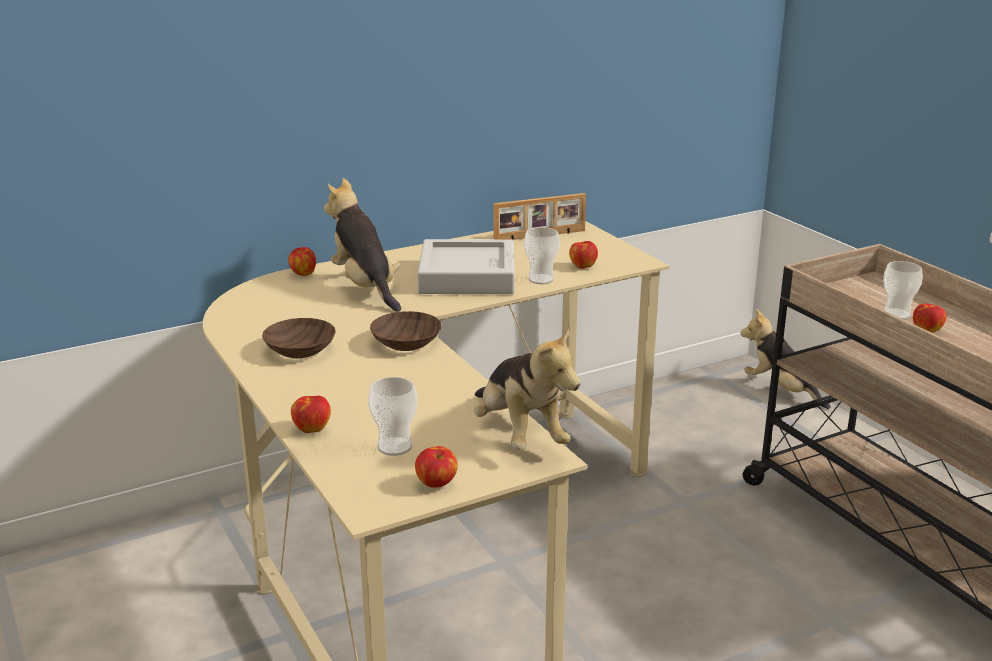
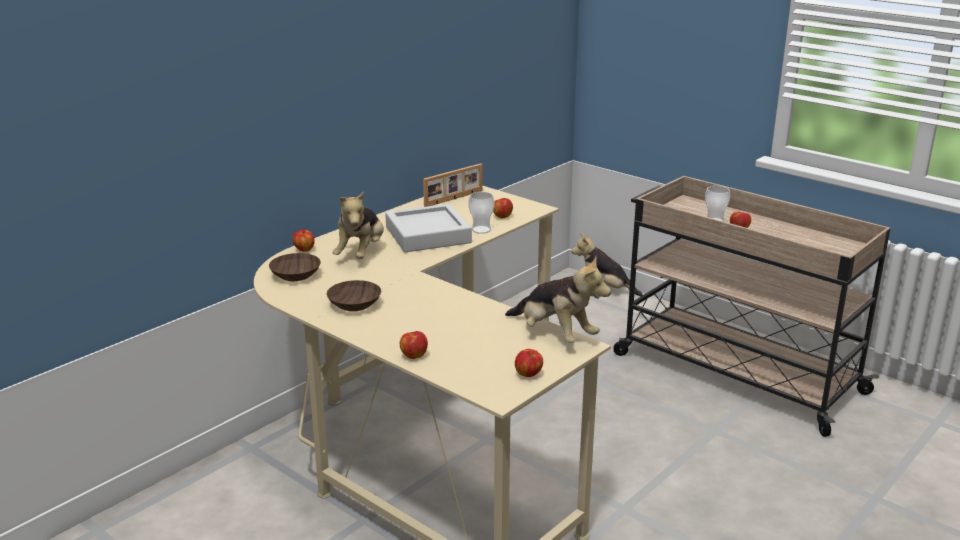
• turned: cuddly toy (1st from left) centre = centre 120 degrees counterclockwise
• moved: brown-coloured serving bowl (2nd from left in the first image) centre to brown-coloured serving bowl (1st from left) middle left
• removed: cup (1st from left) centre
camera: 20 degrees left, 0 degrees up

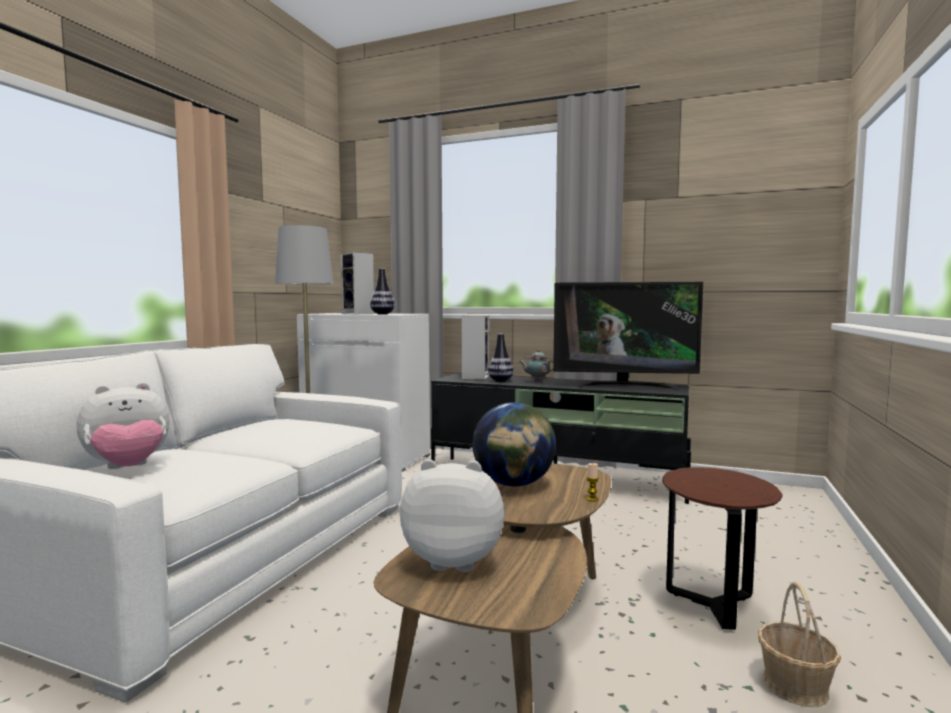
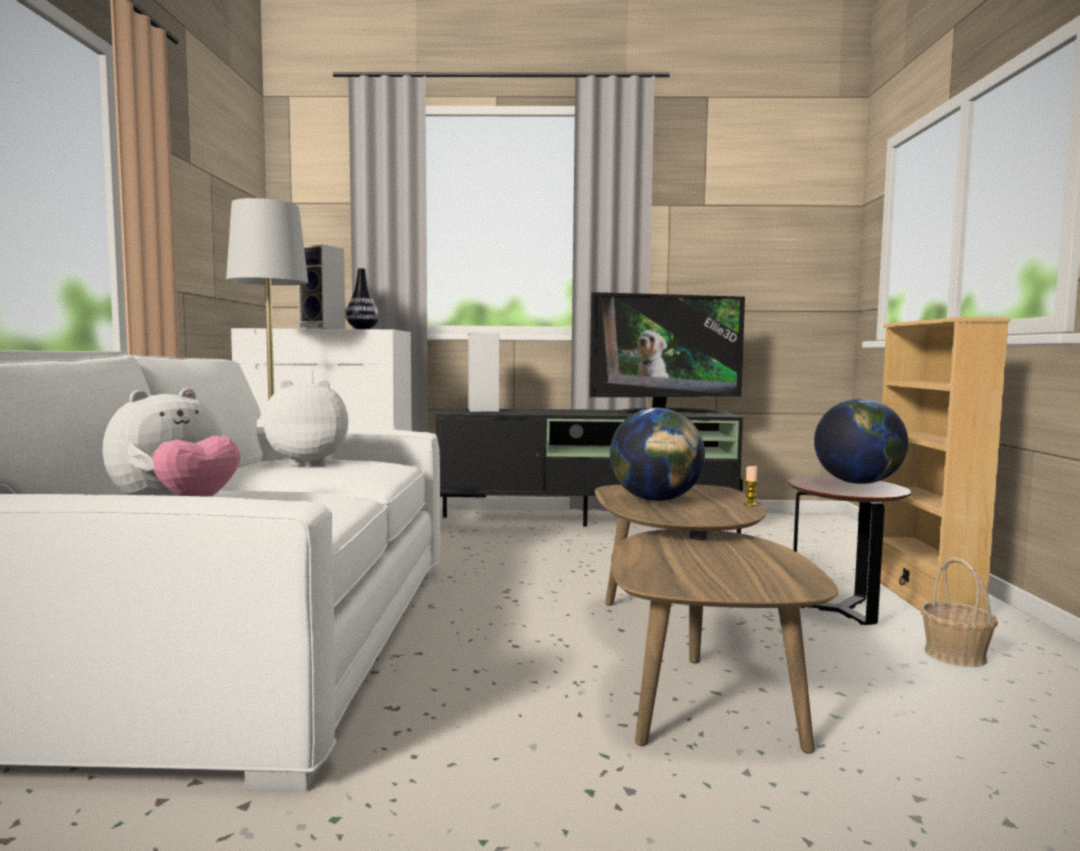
• removed: vase (2nd from left) centre
• removed: teapot centre
• moved: cuddly toy (2nd from left) bottom centre to middle left
• added: beige-coloured bookshelf middle right
• added: globe (2nd from left) middle right
camera: 20 degrees left, 0 degrees up

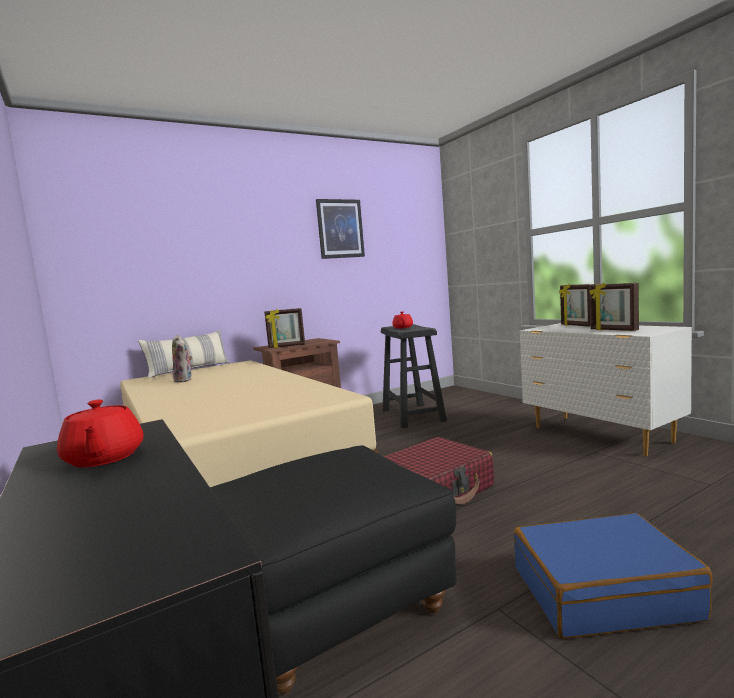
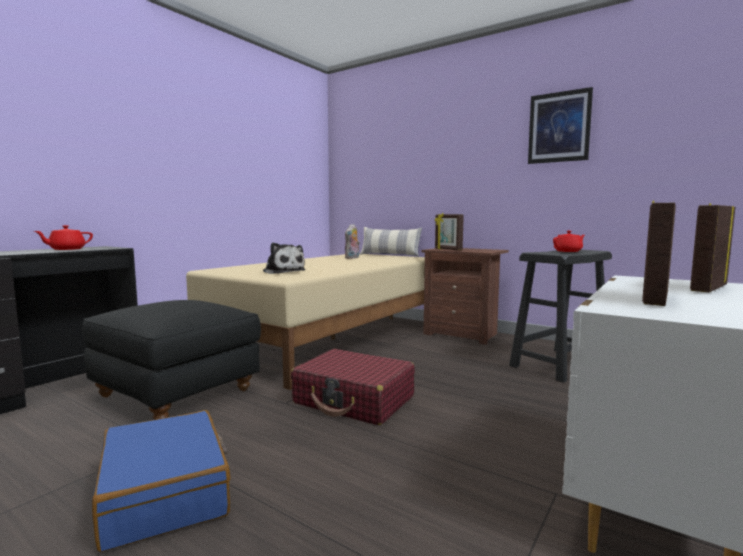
• added: cuddly toy (1st from left) centre
camera: 65 degrees right, 0 degrees up

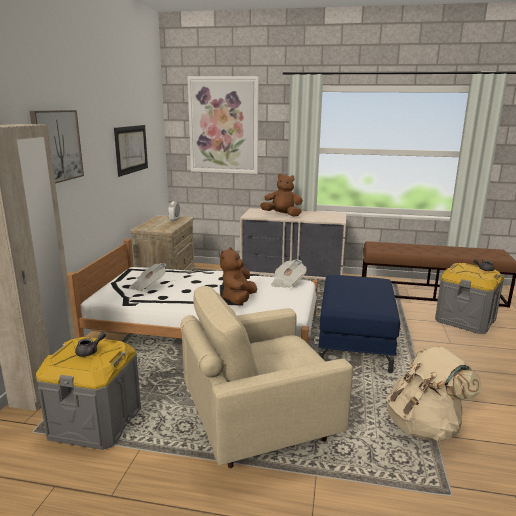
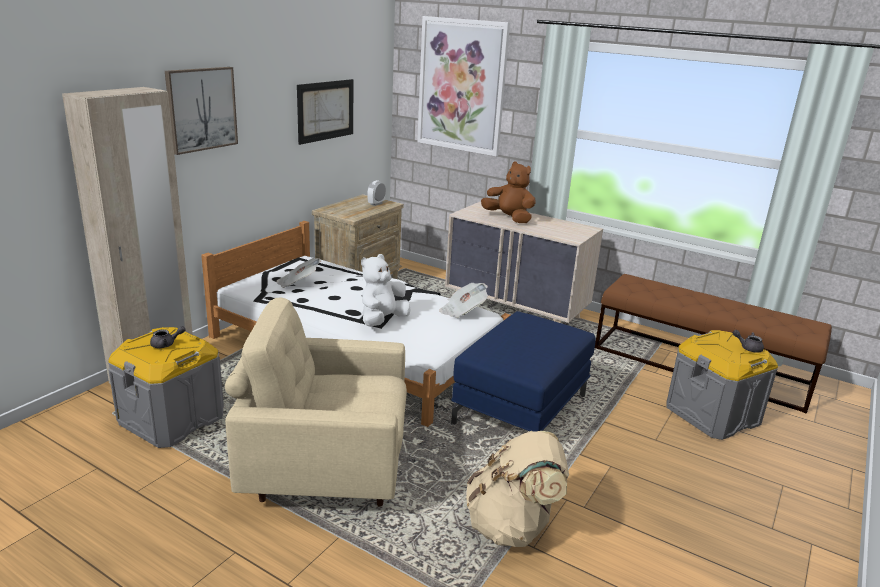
• recoloured: brown-coloured cuddly toy (1st from left) centre to white cuddly toy centre
camera: 20 degrees right, 5 degrees up

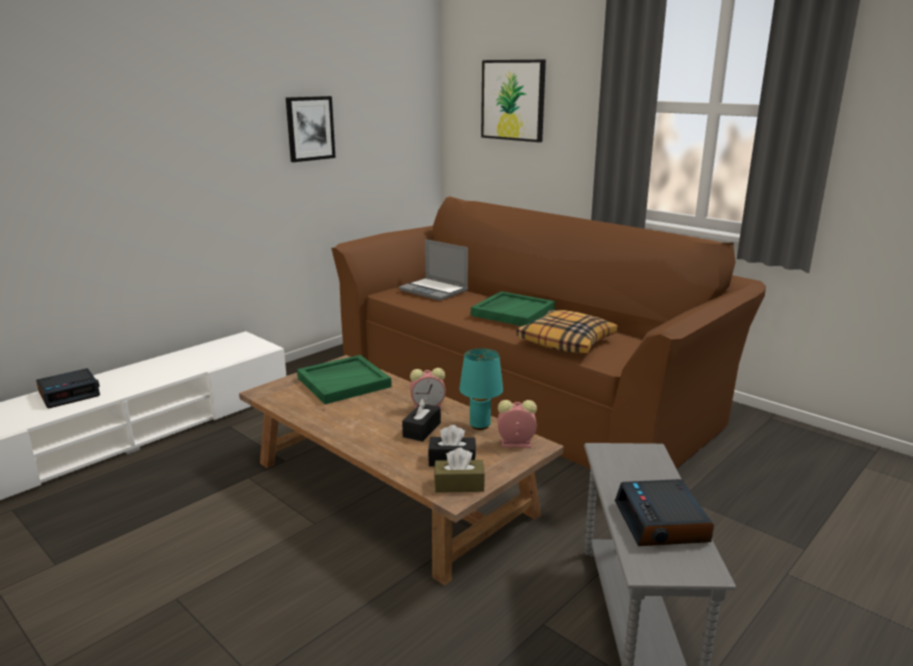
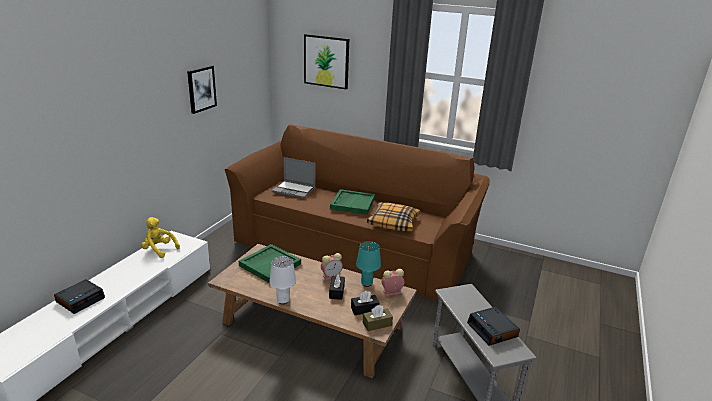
• added: yellowish cuddly toy middle left
• added: white lamp for a table bottom centre
camera: 20 degrees left, 5 degrees up

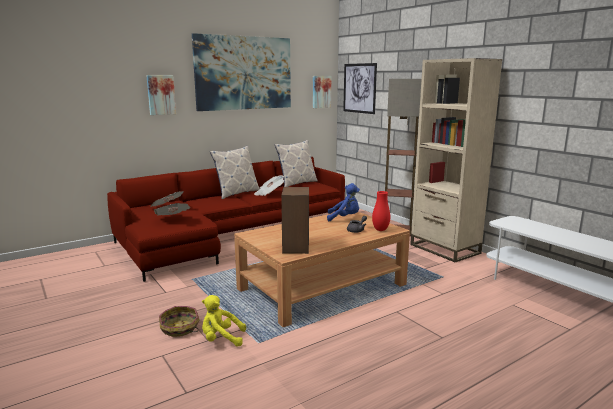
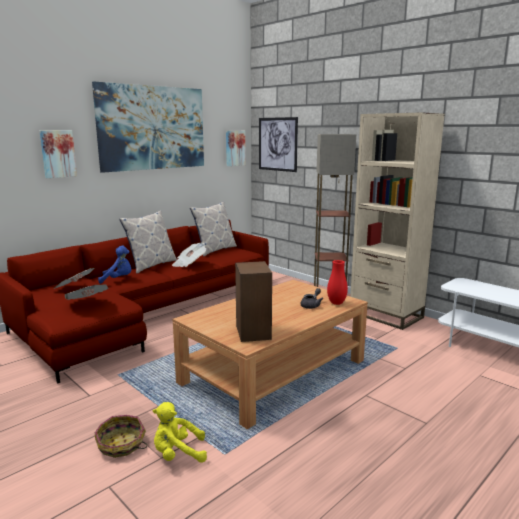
• moved: bluish cuddly toy centre to middle left
camera: 10 degrees left, 0 degrees up

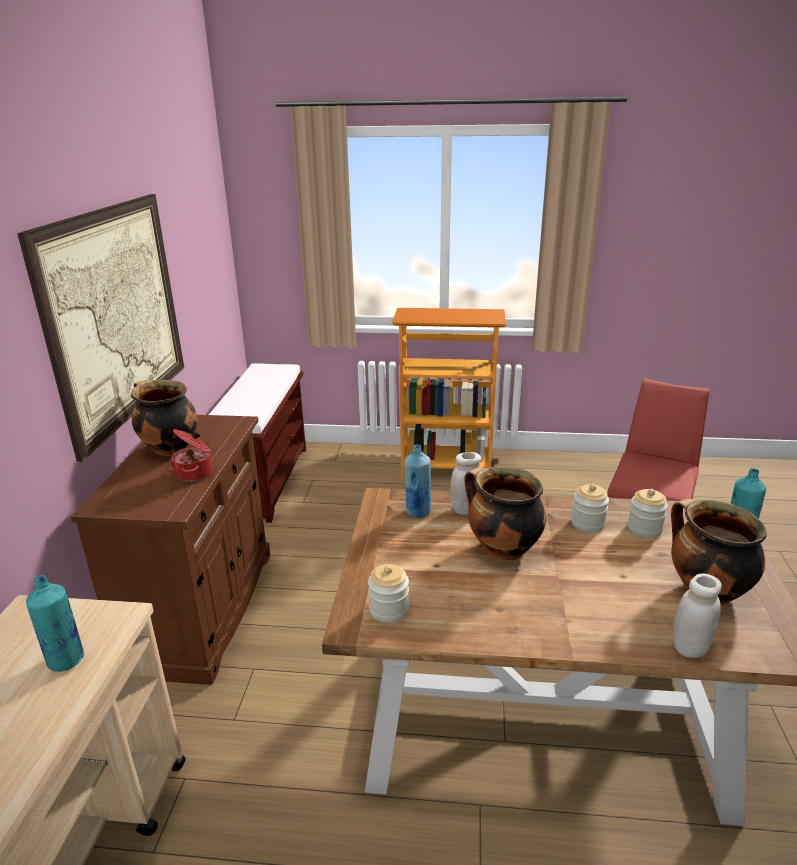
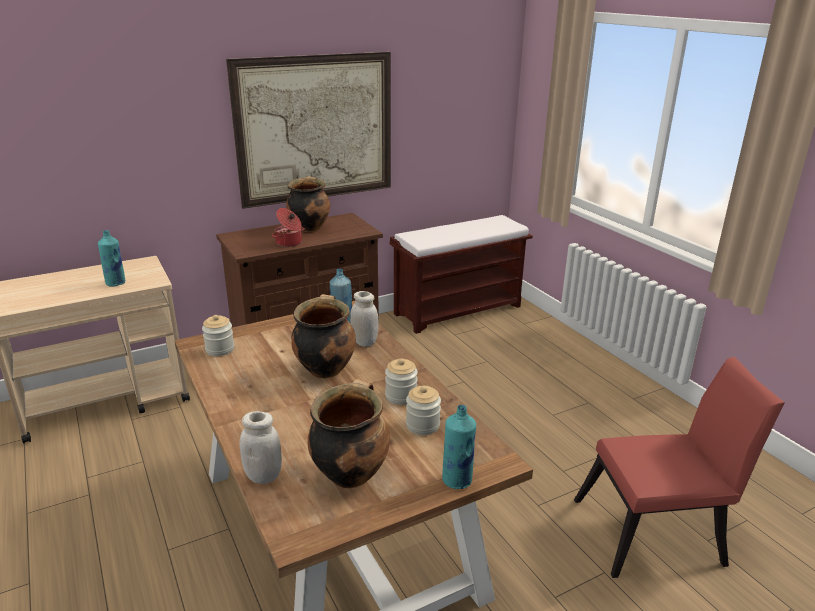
• removed: bookshelf centre
camera: 55 degrees right, 0 degrees up

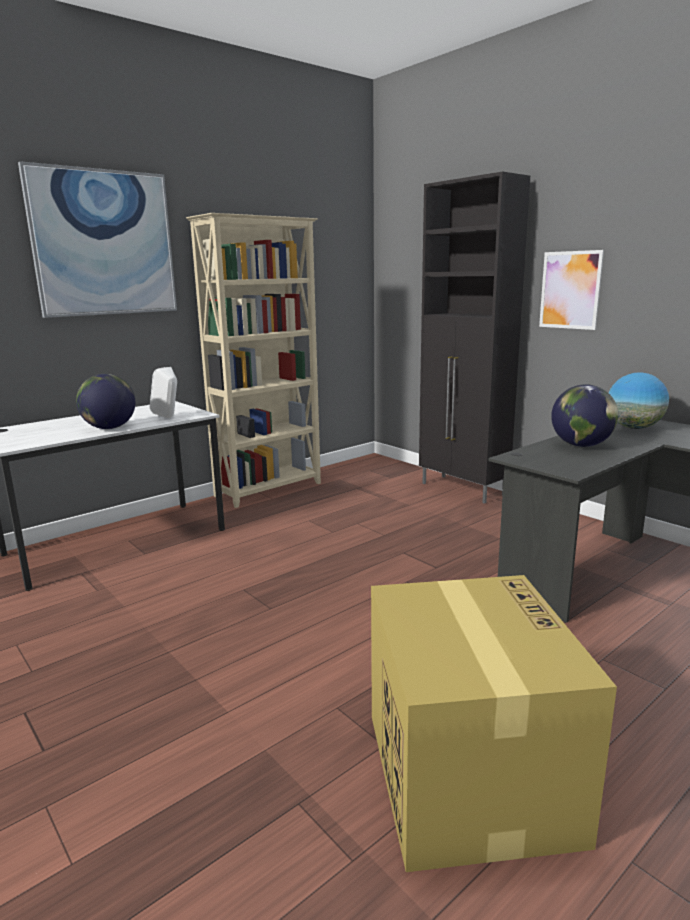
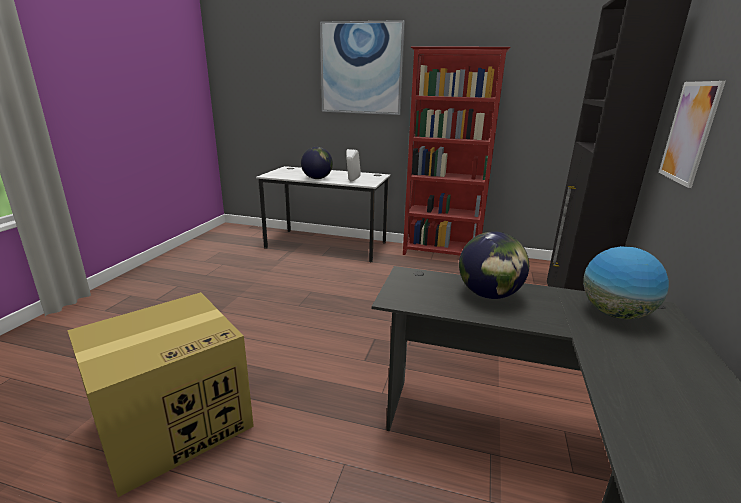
• recoloured: beige-coloured bookshelf centre to red-coloured bookshelf top centre
camera: 55 degrees right, 5 degrees up

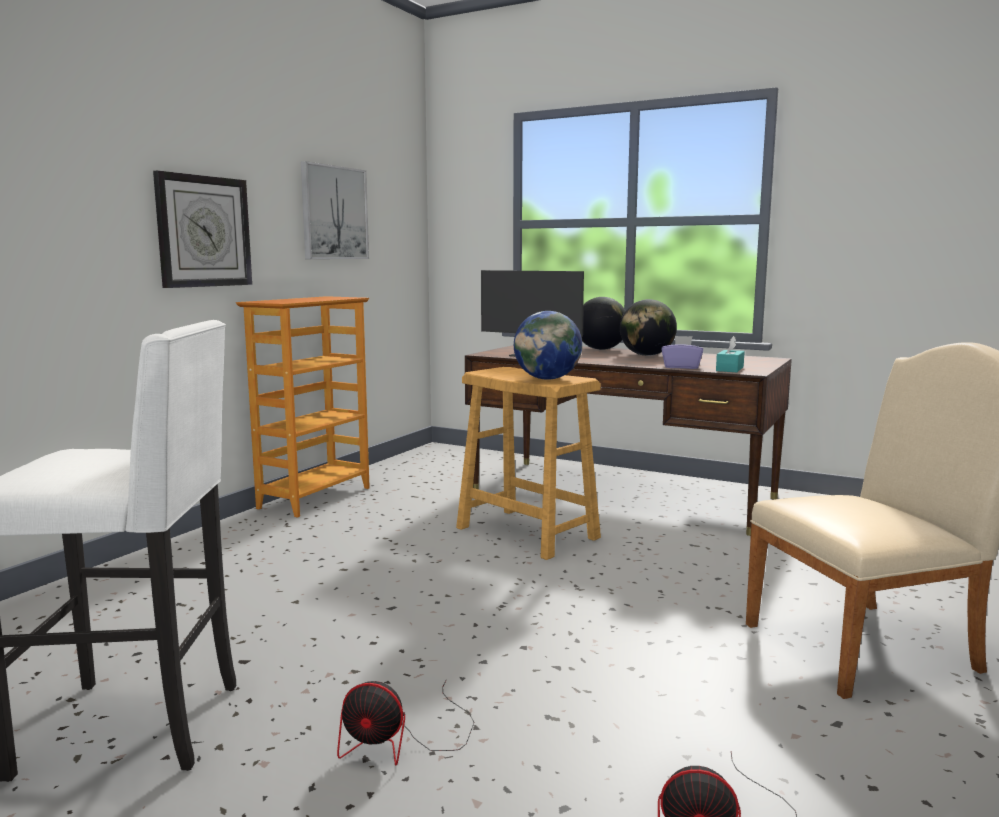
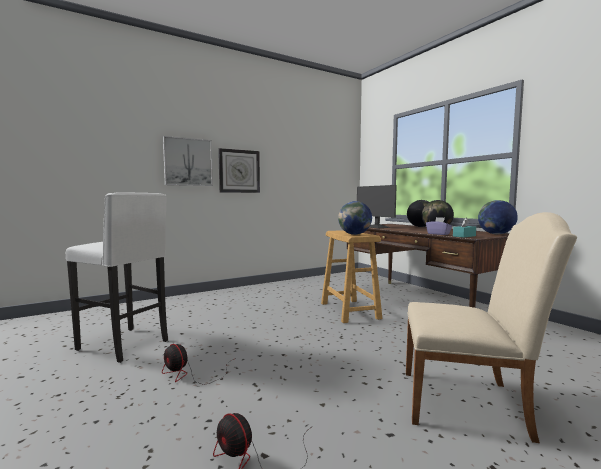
• moved: picture top centre to middle left
• removed: bookshelf middle left
• added: globe (4th from left) middle right
camera: 30 degrees right, 5 degrees down

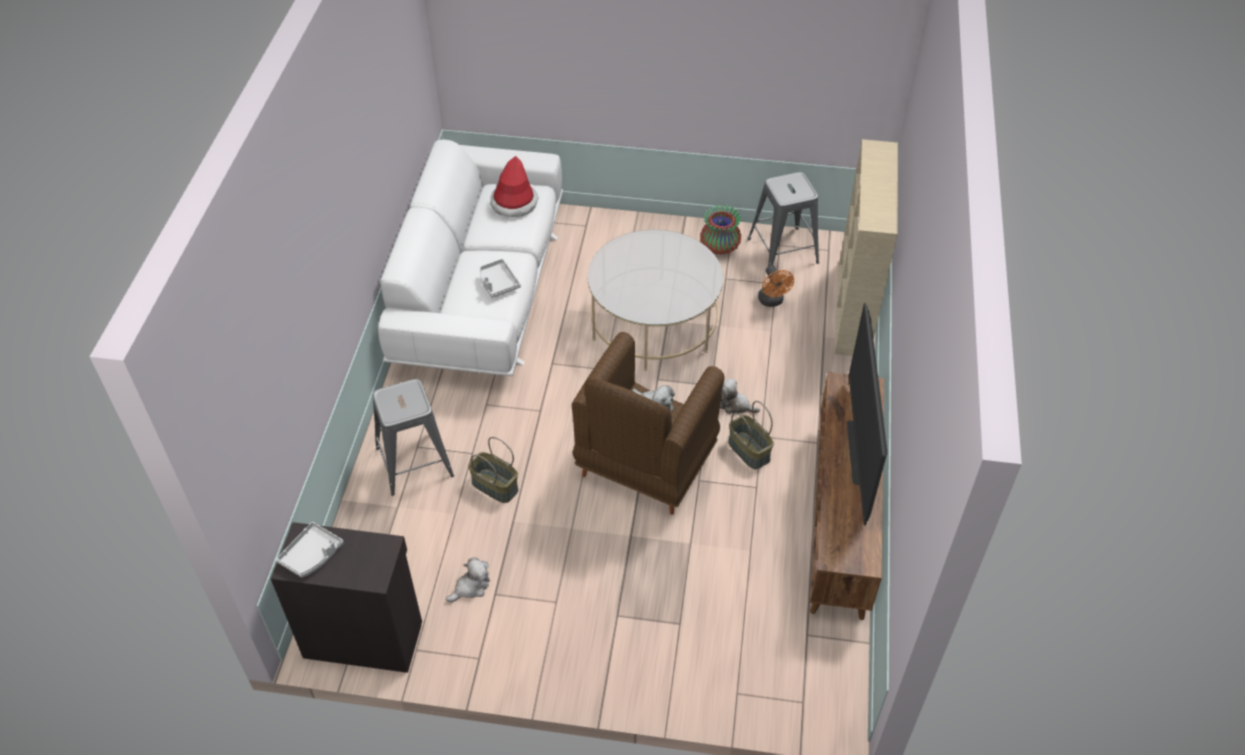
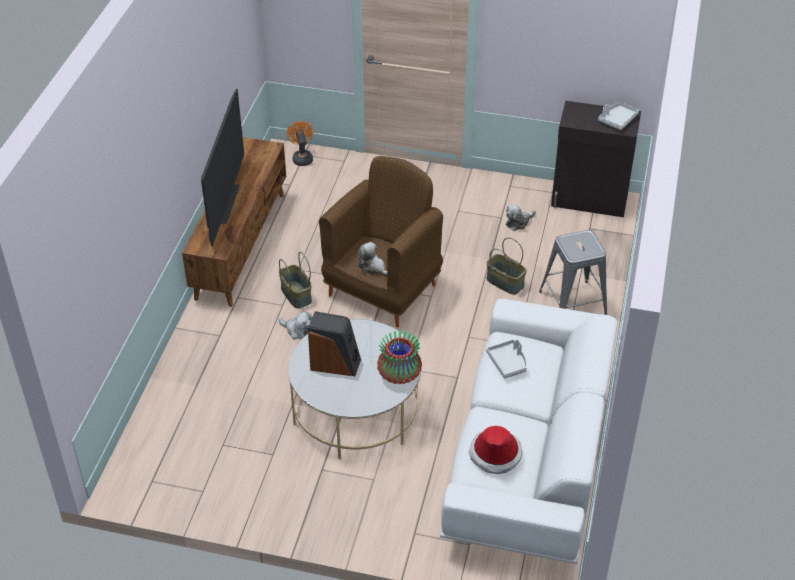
• removed: beige-coloured bookshelf top right
• removed: greyish stool (2nd from left) top centre
• moved: vase top centre to centre
• moved: orangey fan centre to top centre
• added: loudspeaker centre
camera: 175 degrees left, 5 degrees down

